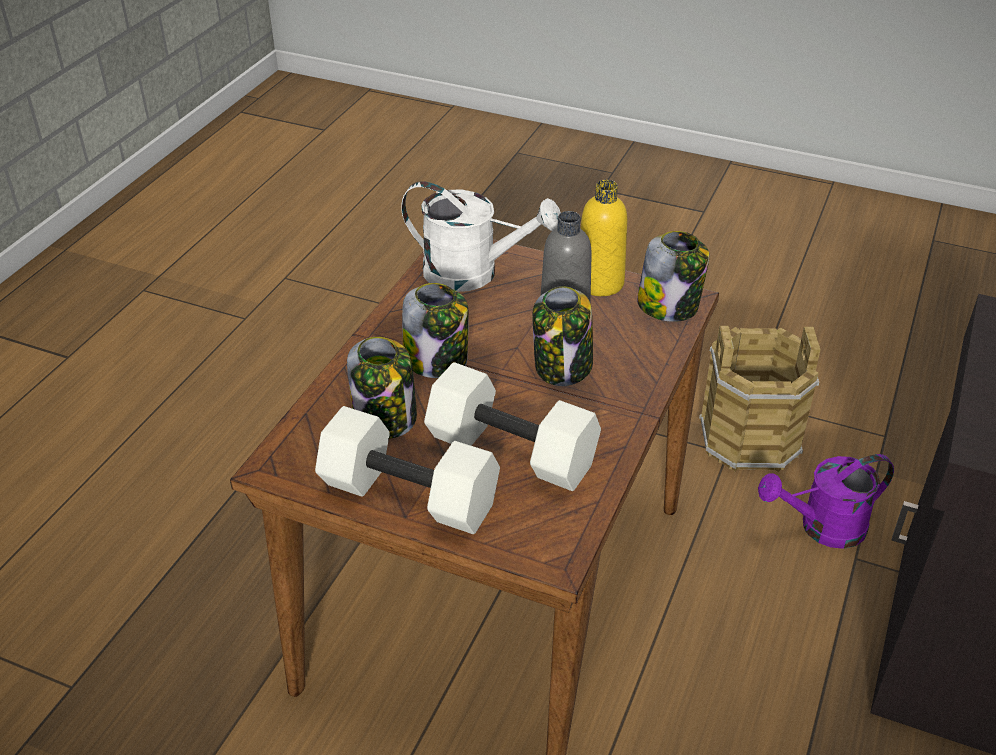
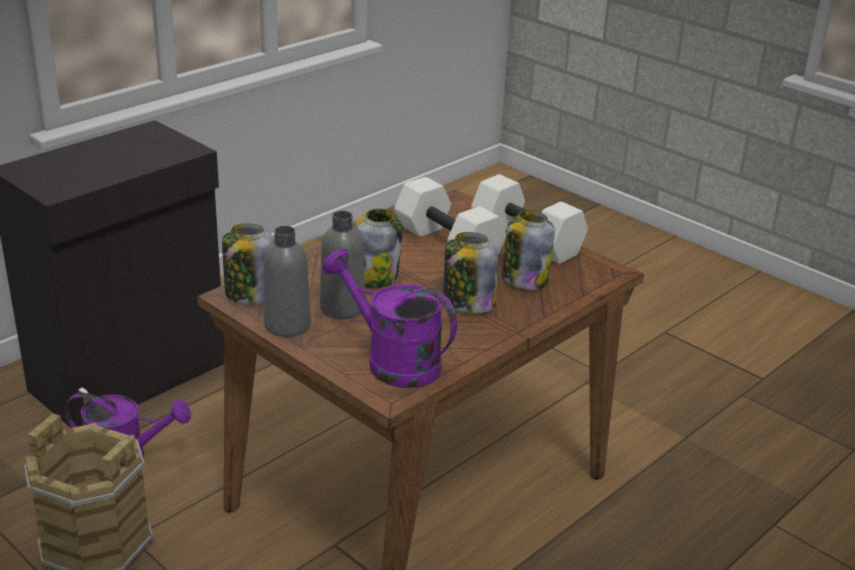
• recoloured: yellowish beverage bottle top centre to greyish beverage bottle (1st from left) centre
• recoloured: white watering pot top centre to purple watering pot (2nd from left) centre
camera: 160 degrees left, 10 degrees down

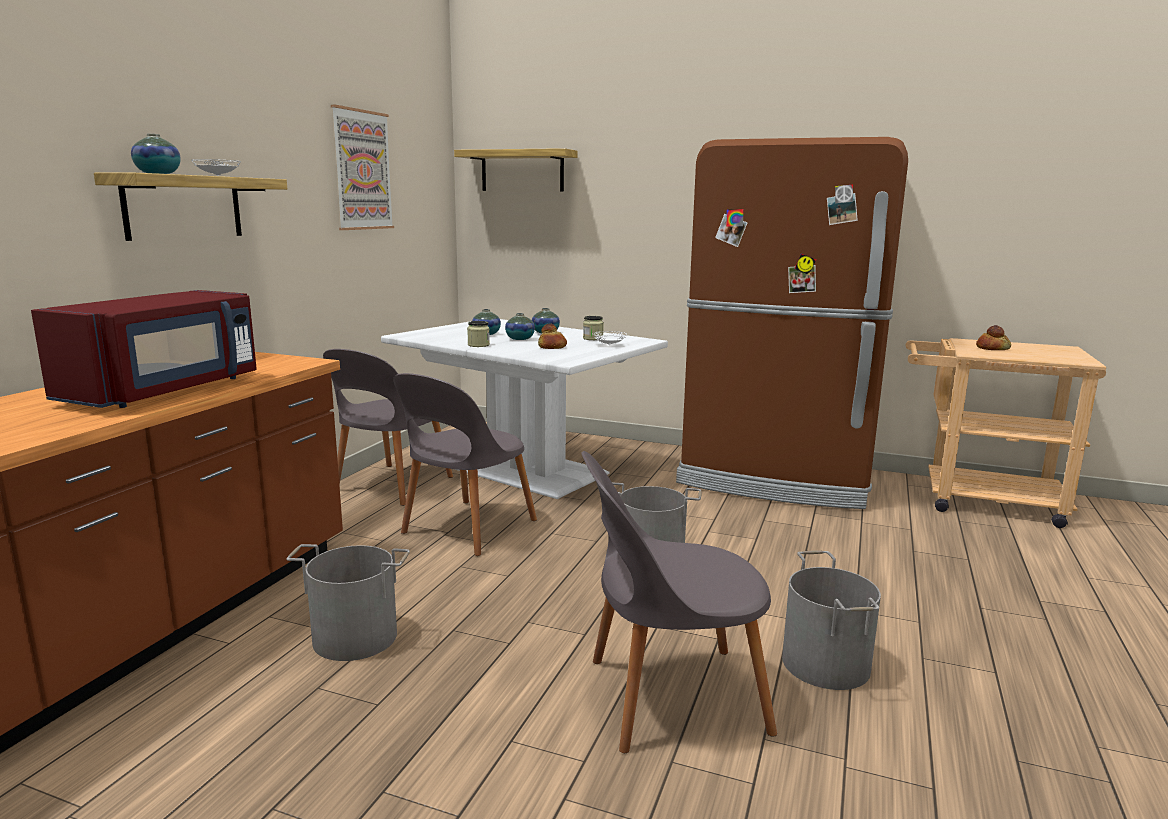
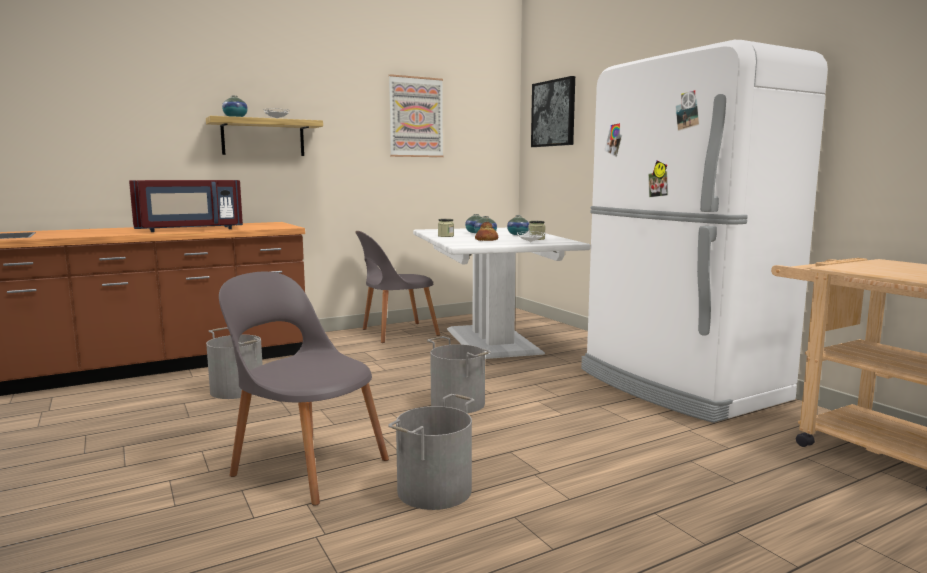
• recoloured: brown-coloured refrigerator middle right to white refrigerator middle right
• replaced: bracket shelf (2nd from left) top centre to picture (2nd from left) top centre
• removed: baked bread (2nd from left) middle right
• removed: greyish upright chair (2nd from left) centre
camera: 40 degrees right, 5 degrees down

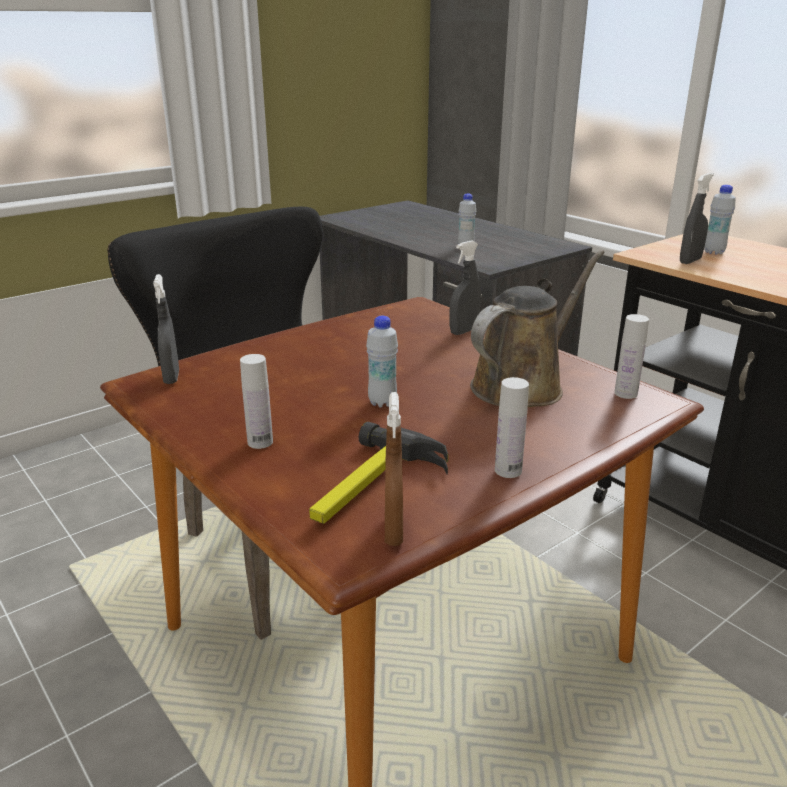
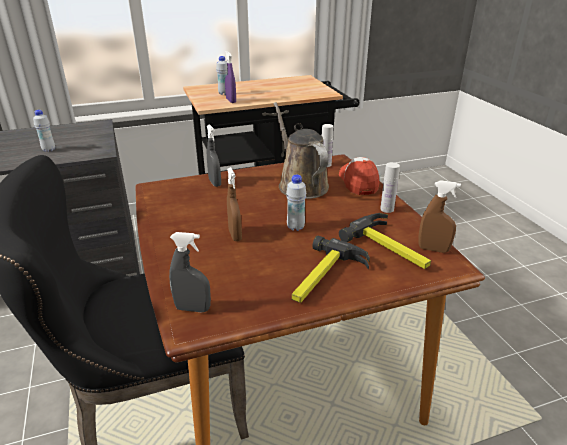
• recoloured: greyish sprayer (3rd from left) top right to purple sprayer top centre
• replaced: white beverage bottle (1st from left) middle left to tool hammer (1st from left) centre
• added: peaked cap centre
• added: brown-coloured sprayer (1st from left) centre
camera: 70 degrees left, 5 degrees up

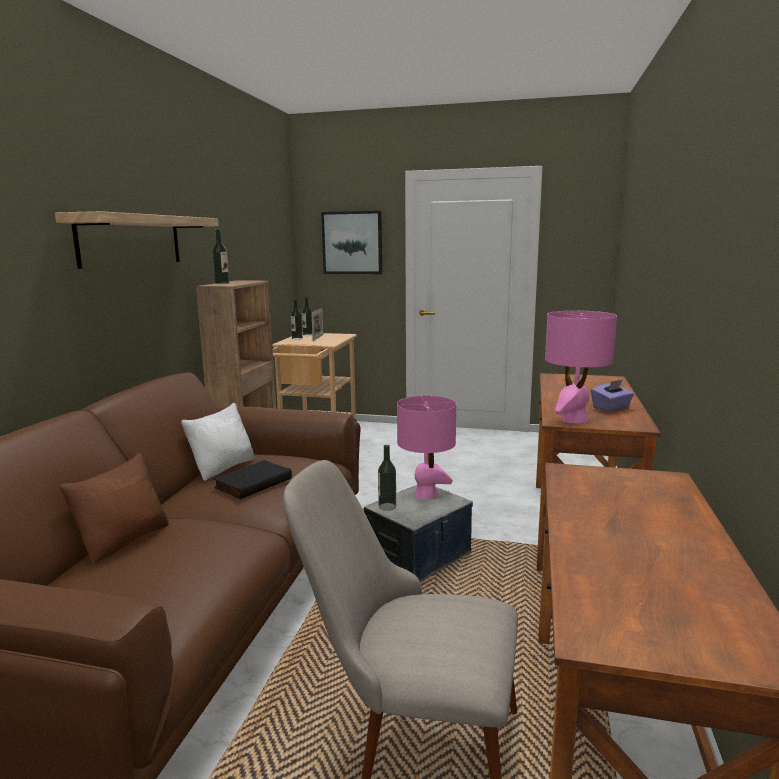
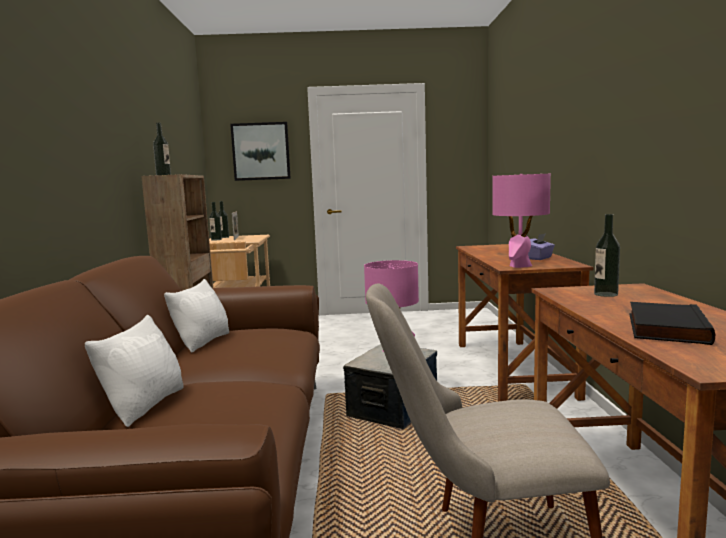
• removed: bracket shelf top left
• moved: beverage bottle (4th from left) centre to middle right
• recoloured: brown-coloured pillow middle left to white pillow (1st from left) bottom left
• moved: blackish book middle left to middle right
camera: 15 degrees left, 5 degrees down

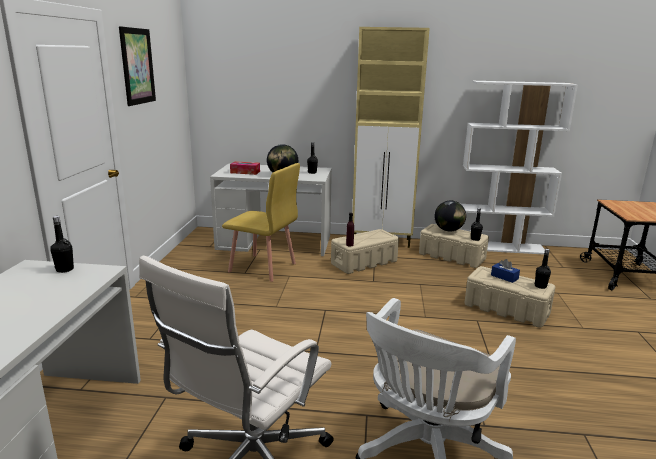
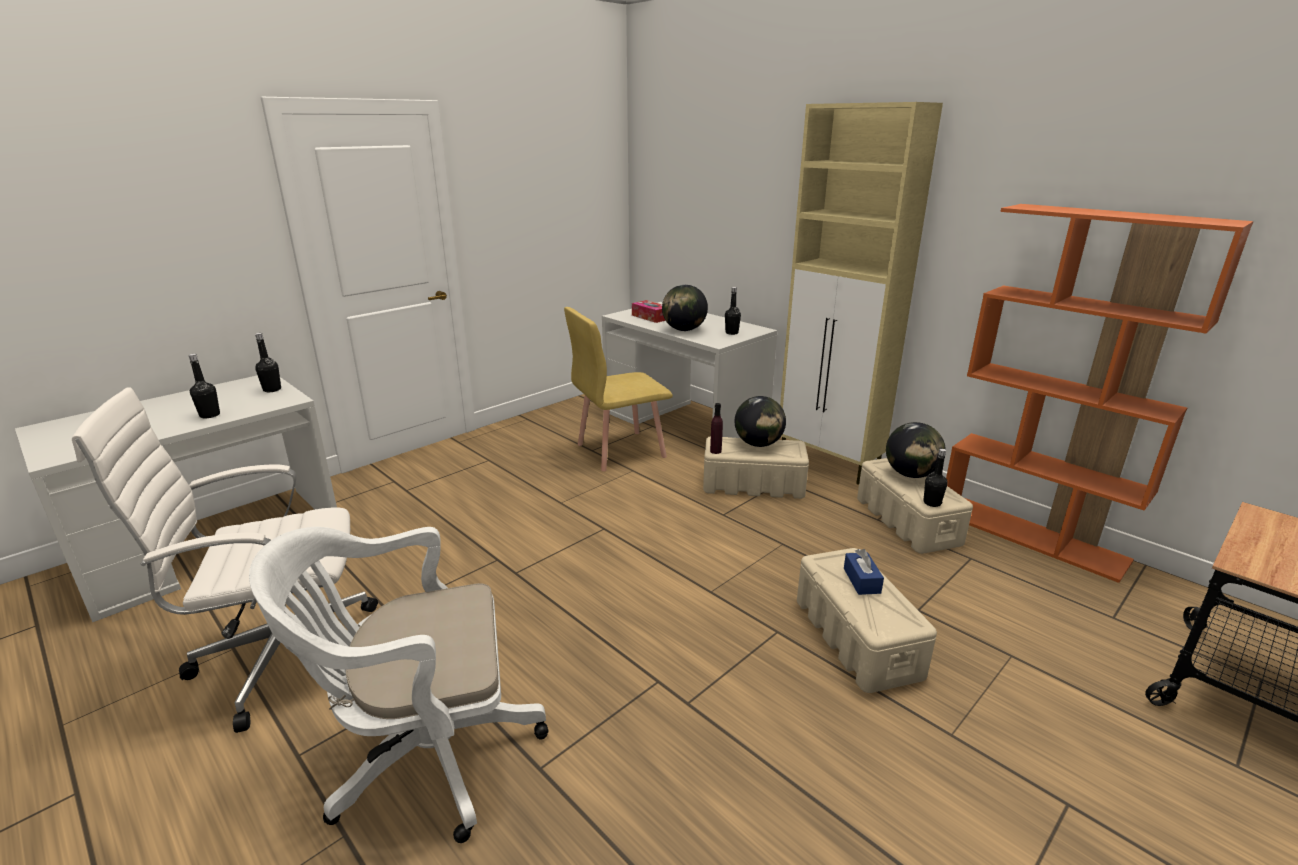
• removed: picture top left
• recoloured: white bookshelf middle right to orangey bookshelf middle right
• turned: yellowish upright chair centre = centre 90 degrees clockwise
• moved: blackish beverage bottle (4th from left in the first image) middle right to blackish beverage bottle (1st from left) middle left
• added: globe (2nd from left) centre
camera: 40 degrees right, 5 degrees up

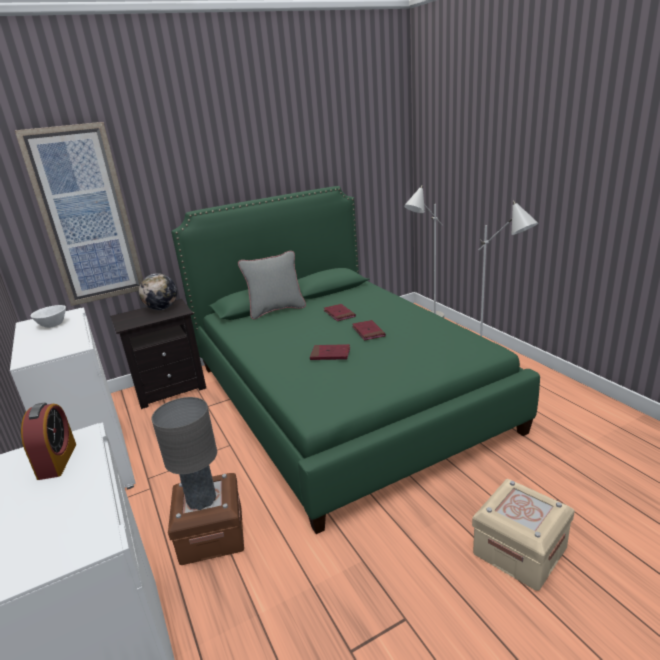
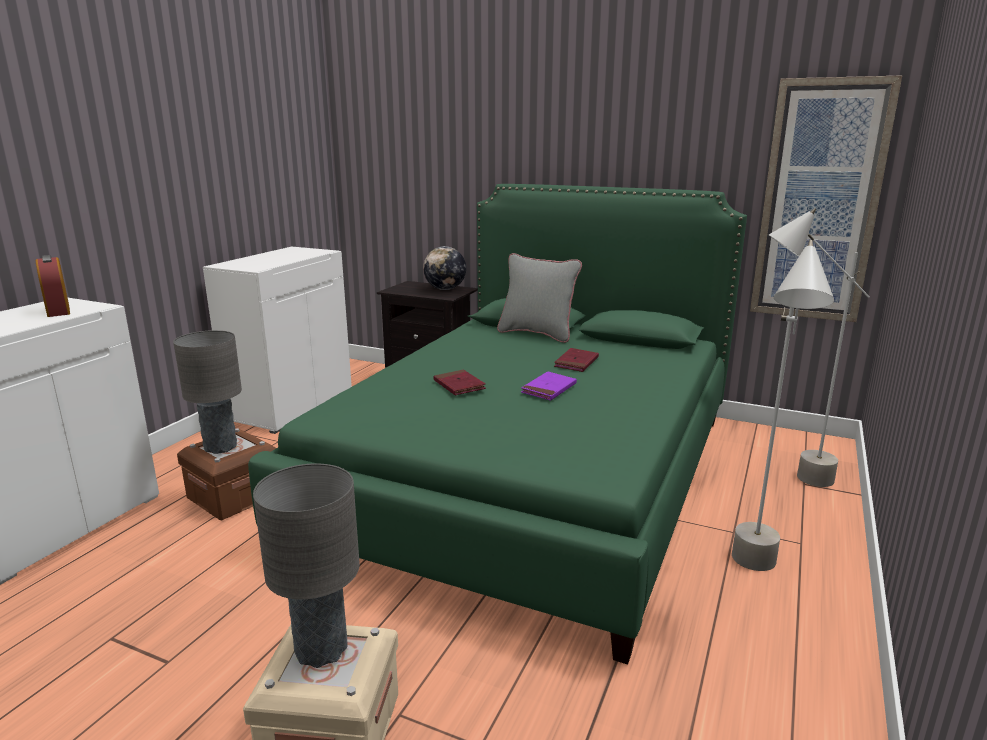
• moved: picture top left to top right
• removed: white serving bowl middle left
• recoloured: red-coloured book (3rd from left) centre to purple book centre
• turned: alarm clock bottom left = middle left 105 degrees clockwise
• added: greyish lamp for a table (2nd from left) bottom left
camera: 50 degrees right, 5 degrees down

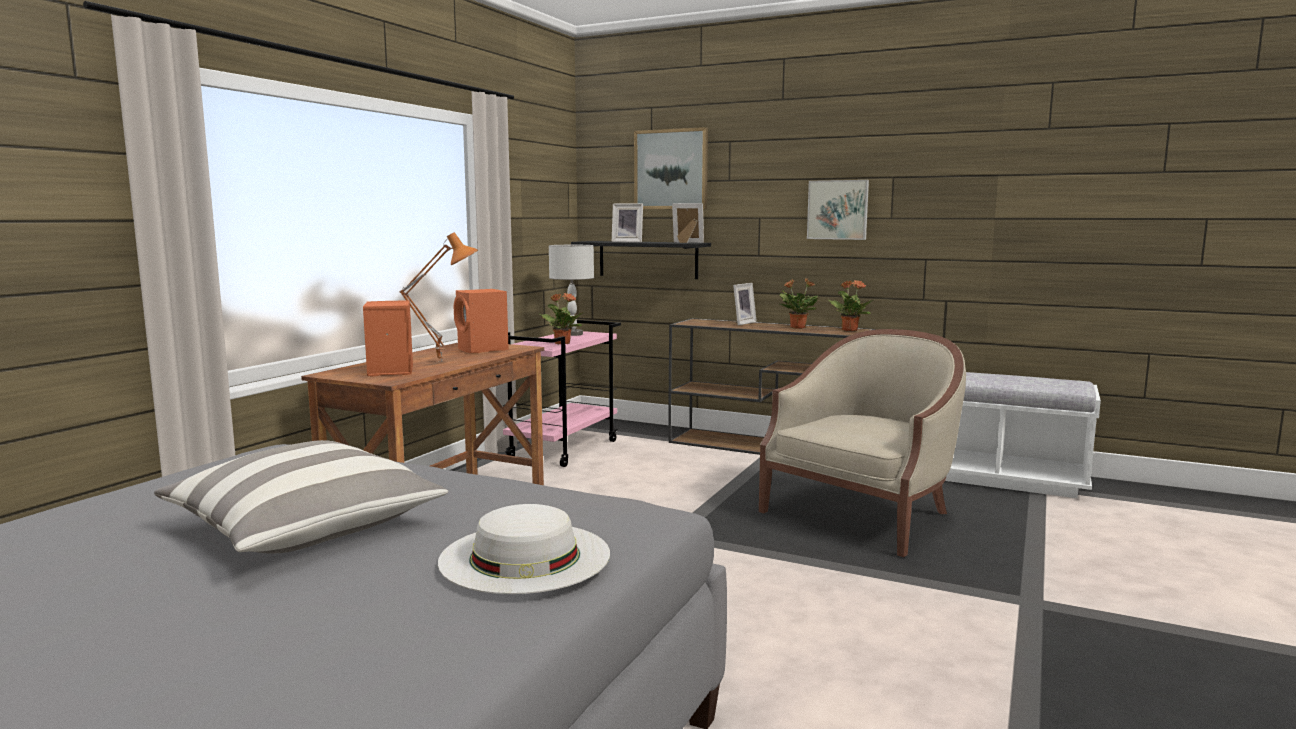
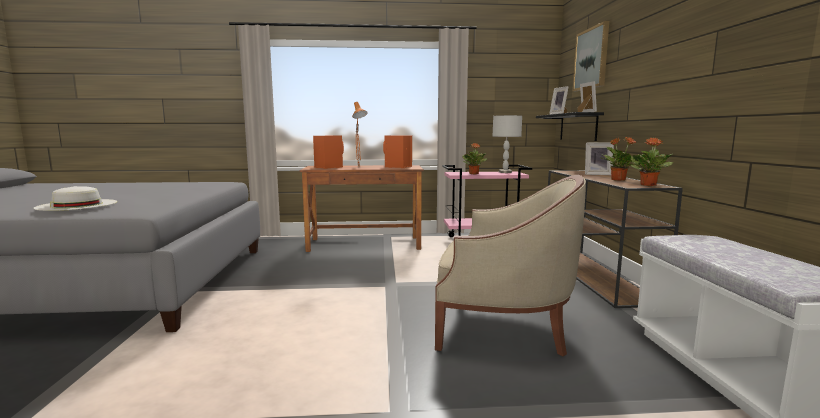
• removed: picture (2nd from left) top centre
• removed: pillow bottom left
camera: 60 degrees right, 0 degrees up

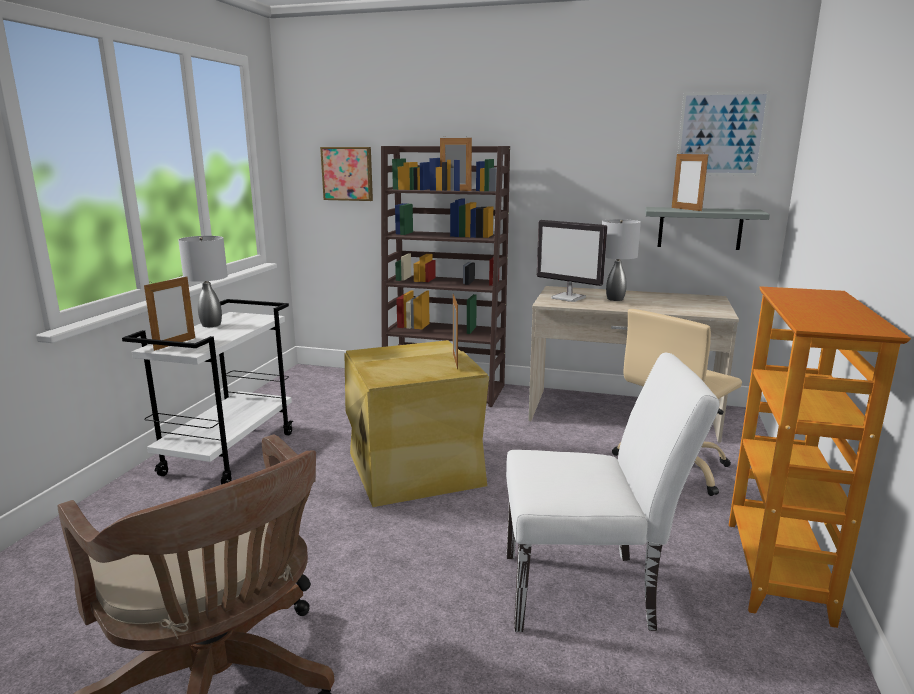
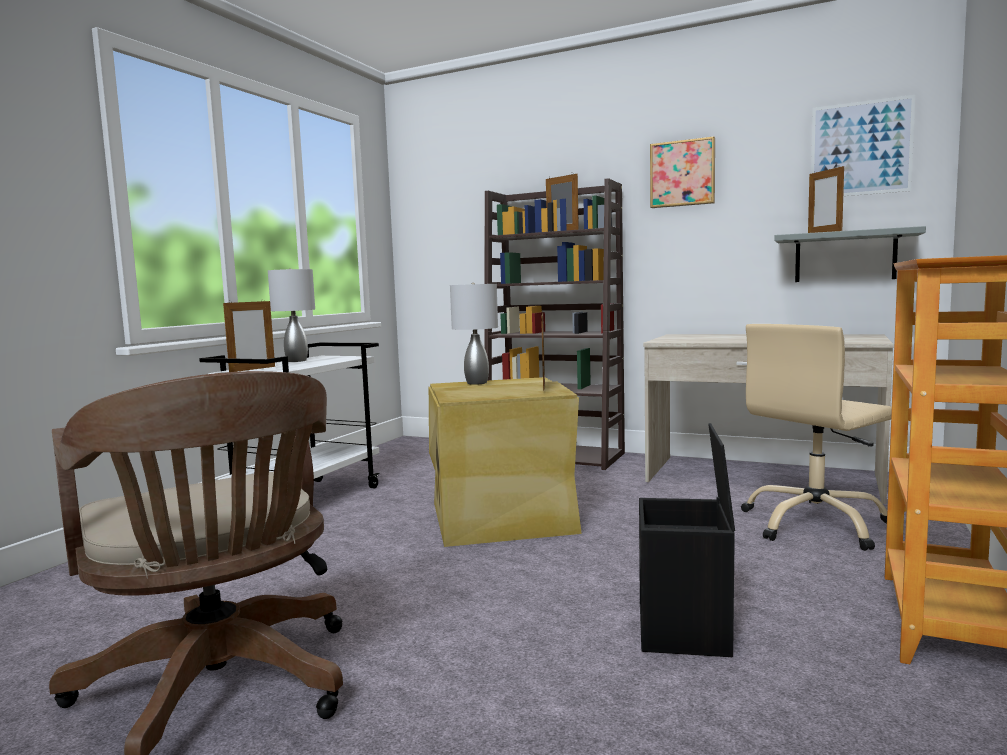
• moved: picture (1st from left) top centre to top right
• moved: greyish lamp for a table (2nd from left) middle right to centre
• removed: computer display centre
• replaced: white upright chair bottom right to blackish storage bin bottom right
camera: 10 degrees right, 10 degrees down

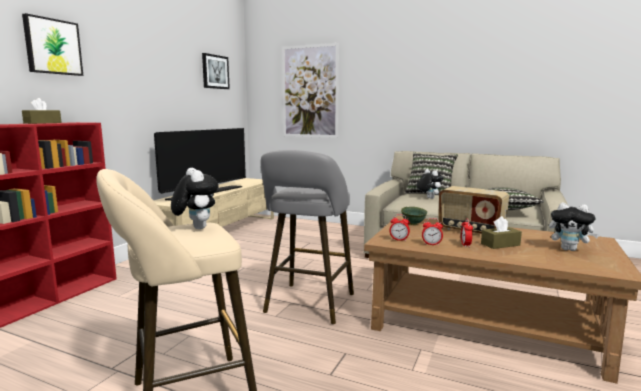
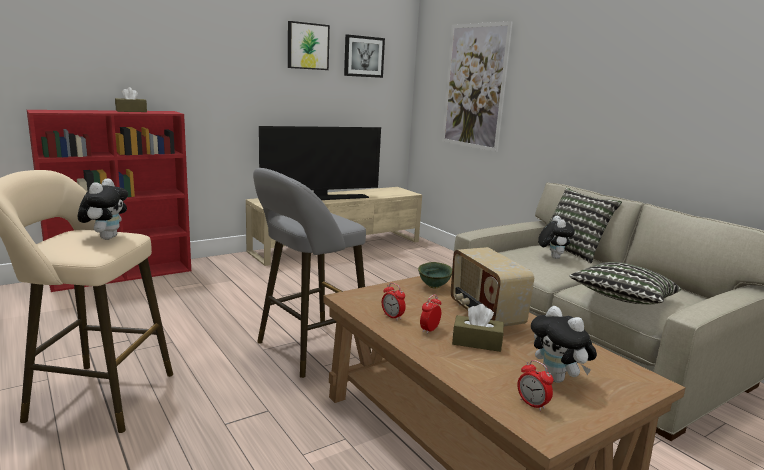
• moved: picture (1st from left) top left to top centre
• moved: alarm clock (1st from left in the first image) centre to alarm clock (3rd from left) bottom right
camera: 30 degrees right, 5 degrees up

